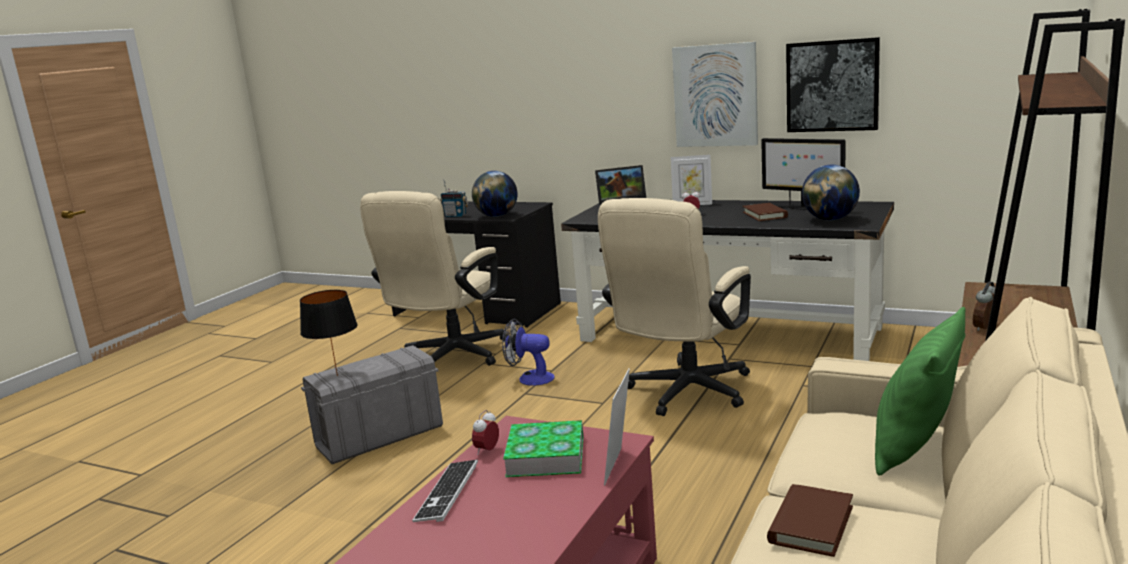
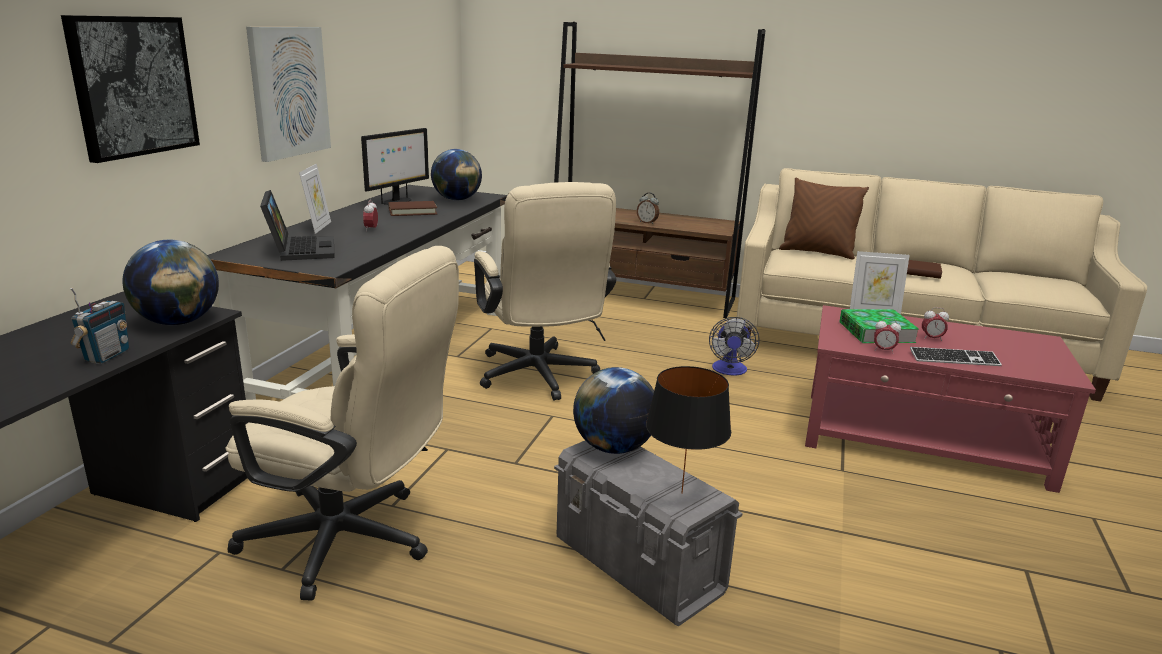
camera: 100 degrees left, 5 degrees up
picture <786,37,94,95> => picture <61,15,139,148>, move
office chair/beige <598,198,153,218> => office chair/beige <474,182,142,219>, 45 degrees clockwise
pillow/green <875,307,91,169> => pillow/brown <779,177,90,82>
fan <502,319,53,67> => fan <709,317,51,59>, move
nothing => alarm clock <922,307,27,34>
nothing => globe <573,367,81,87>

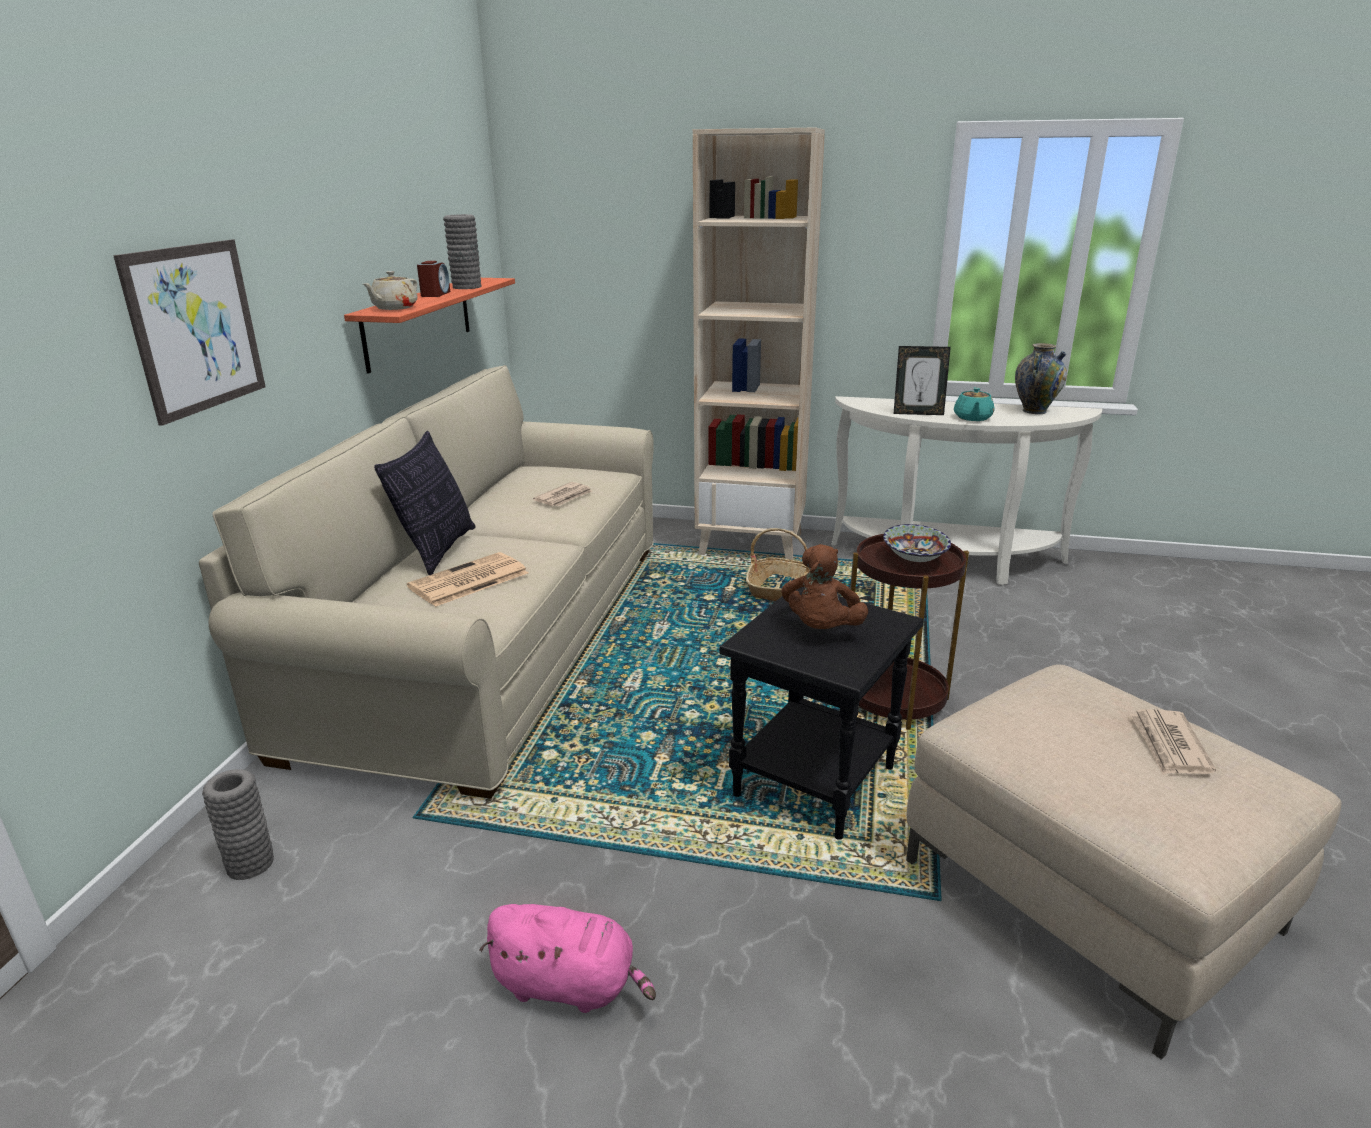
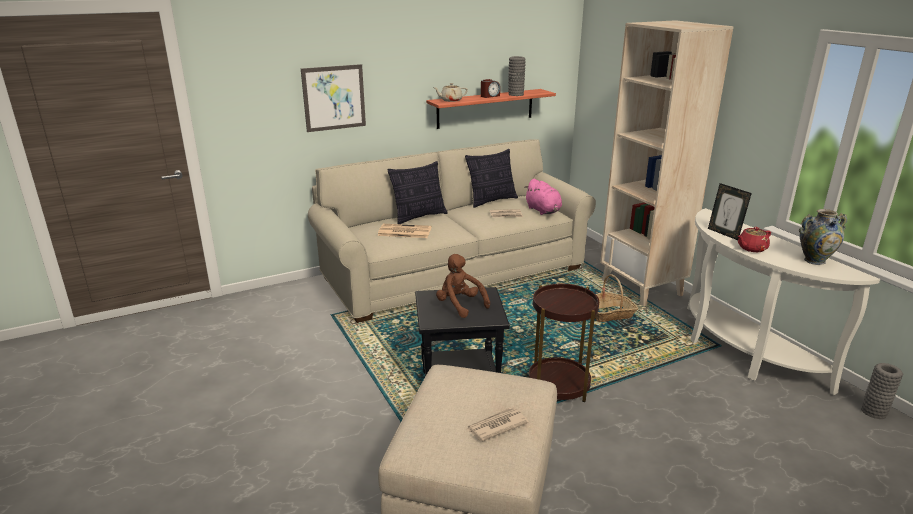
camera: 50 degrees right, 0 degrees up
teapot/turquoise <954,388,40,33> => teapot/red <738,227,33,25>
bowl <883,524,68,38> => nothing
plush toy/brown <781,544,87,85> => plush toy/brown <436,254,54,64>, 75 degrees clockwise
vase/grey <202,769,72,111> => vase/grey <861,363,42,56>, move
plush toy/pink <480,904,176,109> => plush toy/pink <524,178,38,37>, move
nothing => pillow <465,149,53,59>

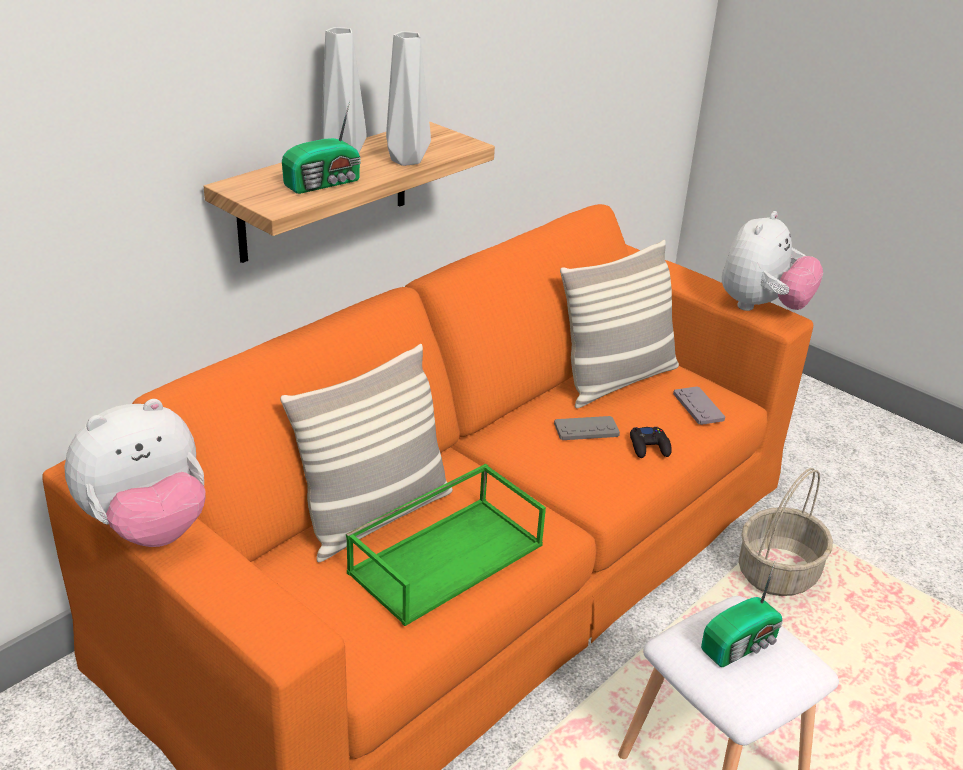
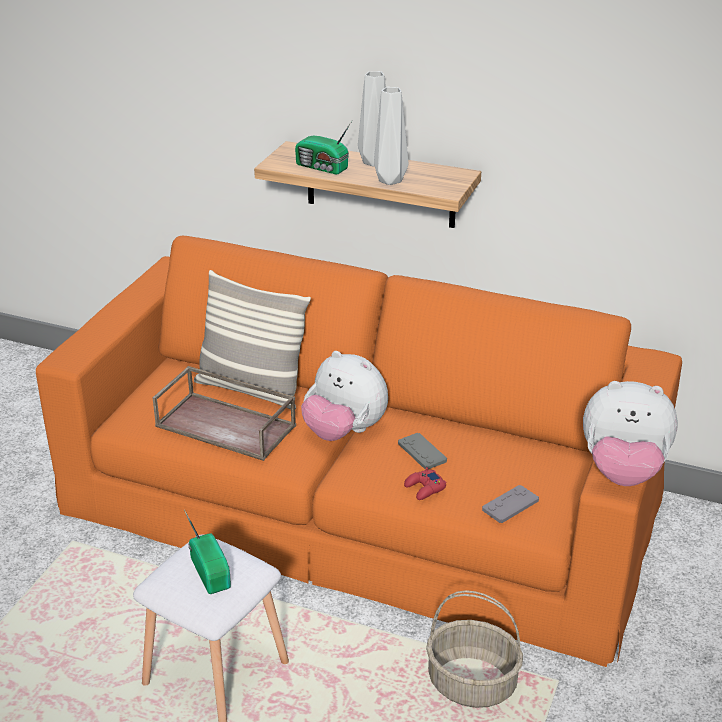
camera: 70 degrees right, 0 degrees up
pillow <560,240,119,168> => nothing
plush toy <64,399,142,148> => plush toy <301,351,87,90>, move
game controller/black <630,427,42,31> => game controller/red <404,467,42,33>
tray/green <346,464,200,162> => tray/brown <153,366,143,95>
radio <701,562,82,105> => radio <184,510,47,84>, 150 degrees counterclockwise

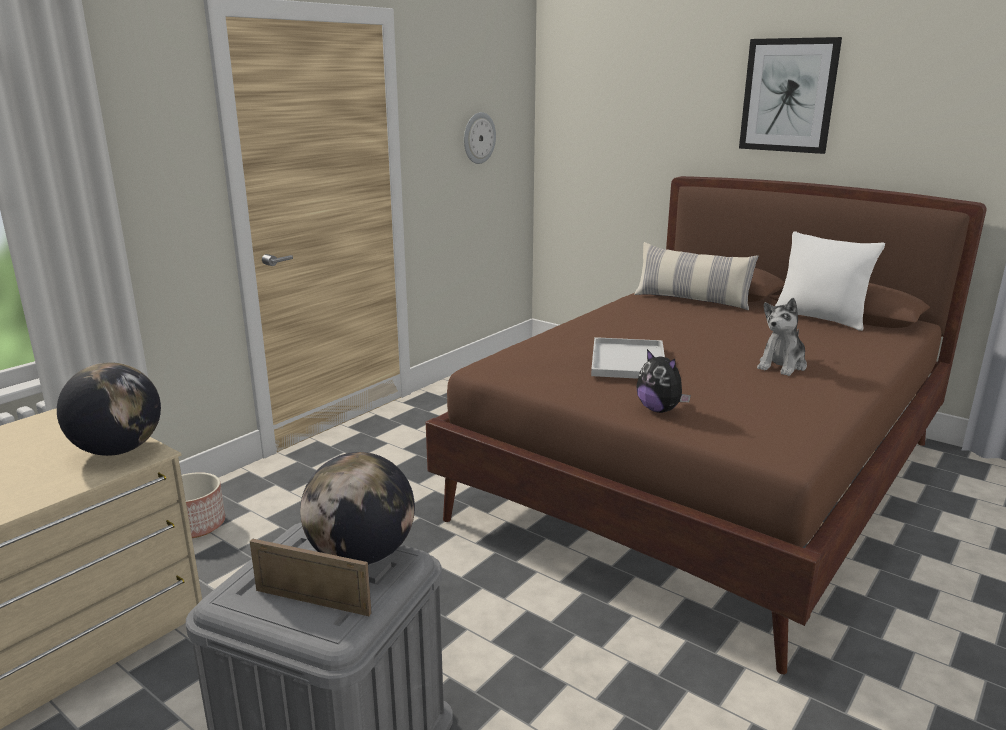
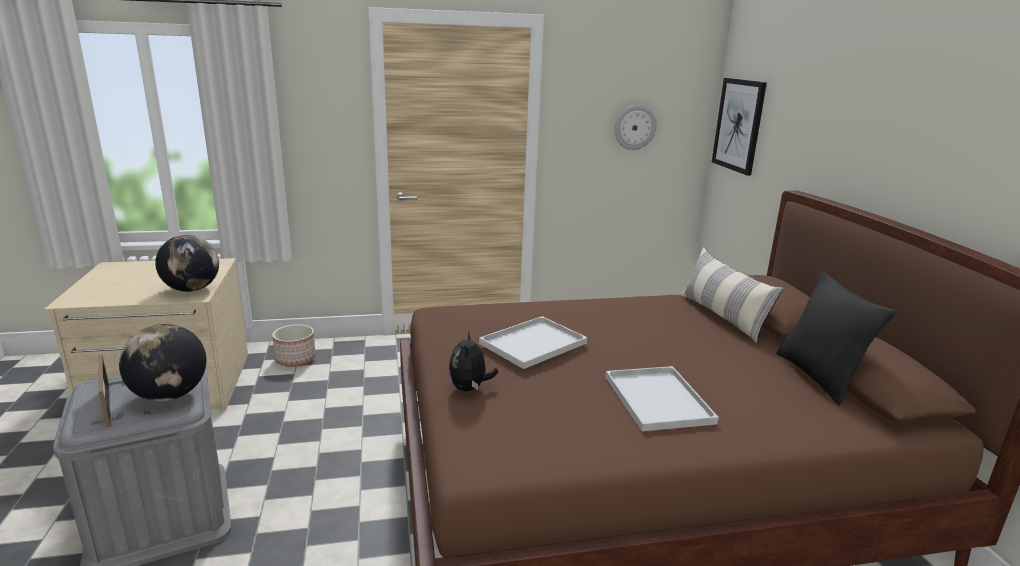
camera: 40 degrees right, 0 degrees up
picture <739,37,103,117> => picture <712,78,55,97>, move
pillow/white <775,231,110,100> => pillow/black <776,271,120,134>
plush toy <757,298,50,78> => tray/white <605,366,114,65>

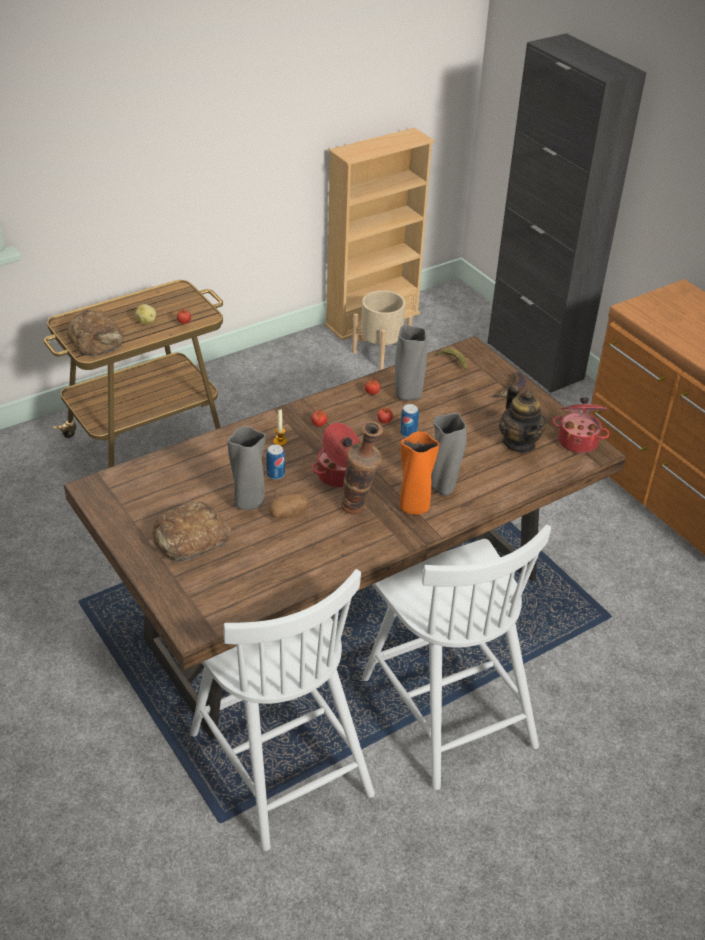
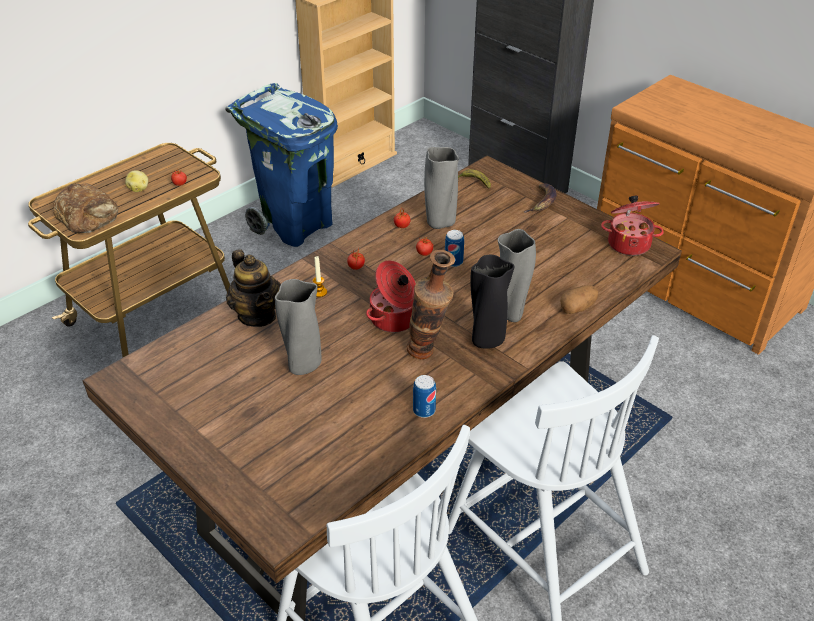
camera: 10 degrees left, 0 degrees up
planter/beige <352,290,61,80> => nothing
teapot <499,384,47,69> => teapot <226,249,55,78>, move
vase/orange <400,431,40,84> => vase/black <470,255,45,94>
can <266,444,19,36> => can <413,375,23,43>, move
potato <269,494,39,24> => potato <560,285,38,29>, move
bread <152,502,79,59> => nothing
nothing => trash can/blue <225,83,113,164>

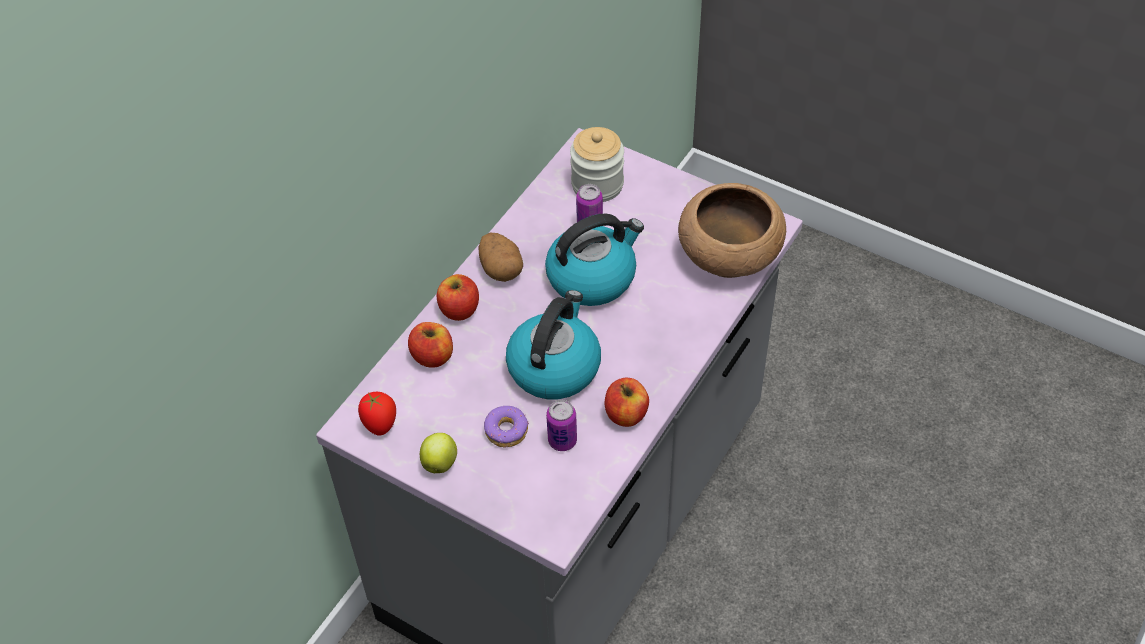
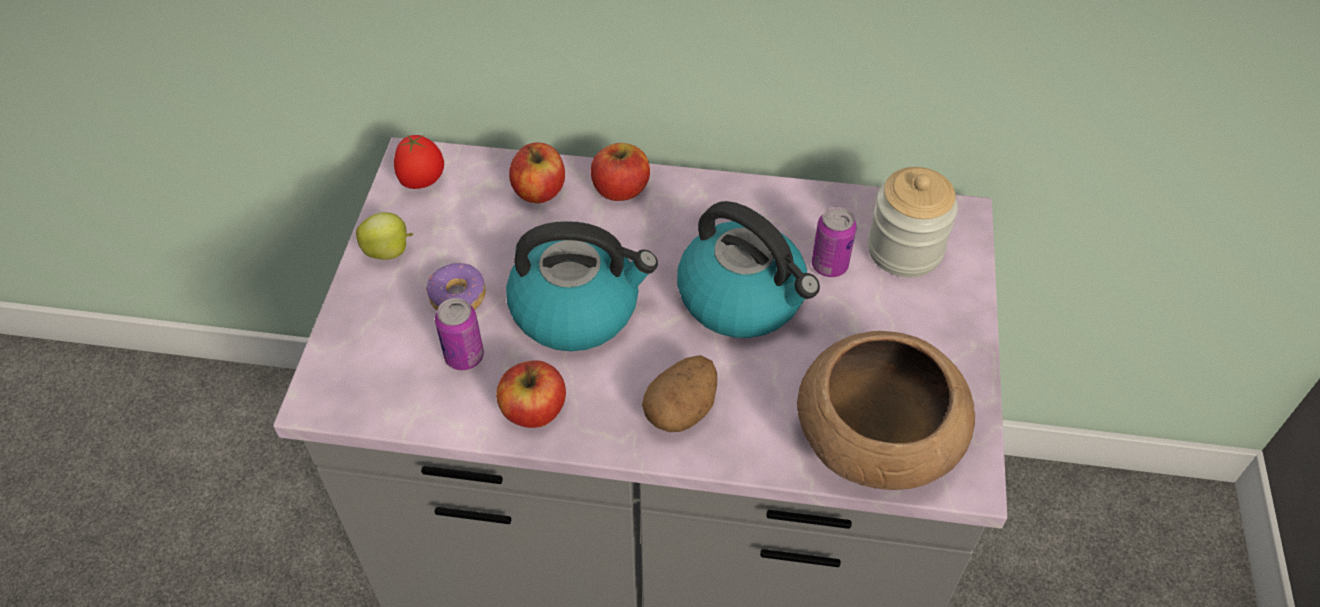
camera: 65 degrees right, 0 degrees up
potato <478,233,45,49> => potato <642,355,75,77>, move

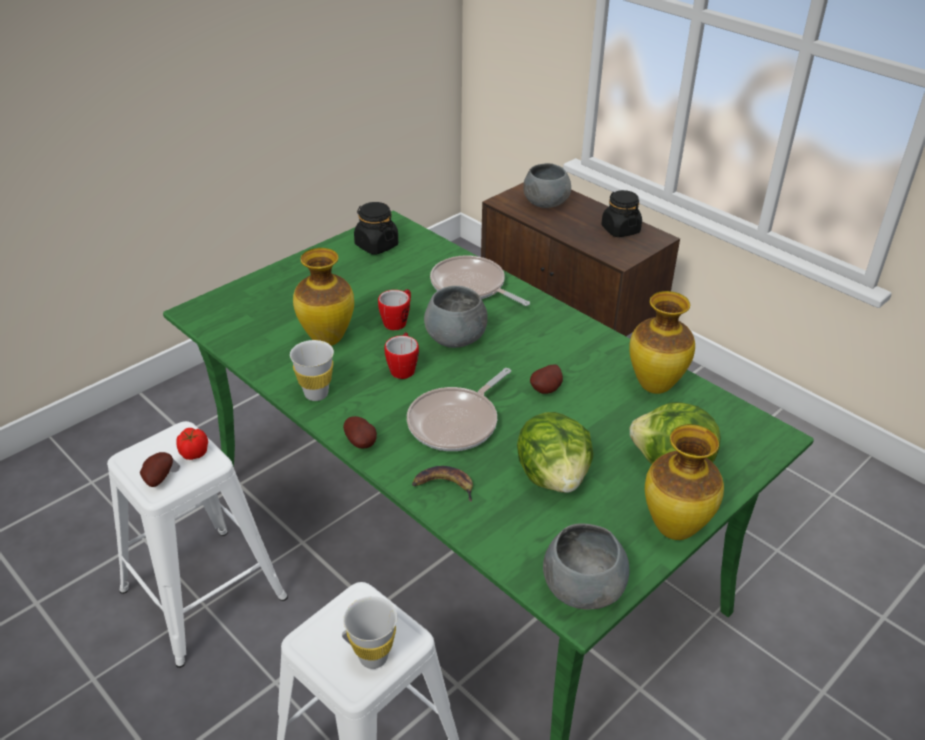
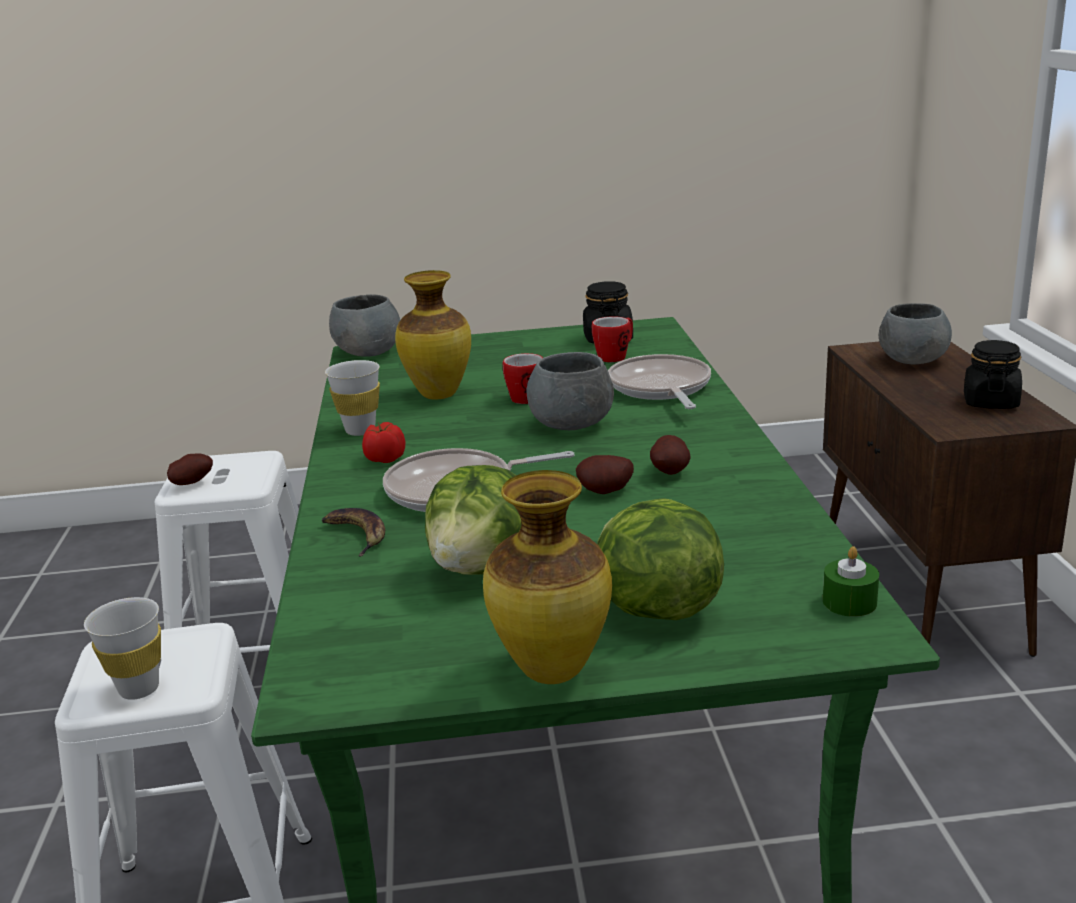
camera: 40 degrees right, 15 degrees down
vase <629,291,66,103> => nothing
mug <385,332,34,47> => mug <592,316,41,46>, move
potato <343,416,34,33> => potato <650,435,41,40>, move
tomato <176,428,32,32> => tomato <362,422,43,41>, move
bowl/grey <543,523,87,87> => bowl/grey <329,294,71,63>, move
nothing => candle/green <823,546,56,71>

